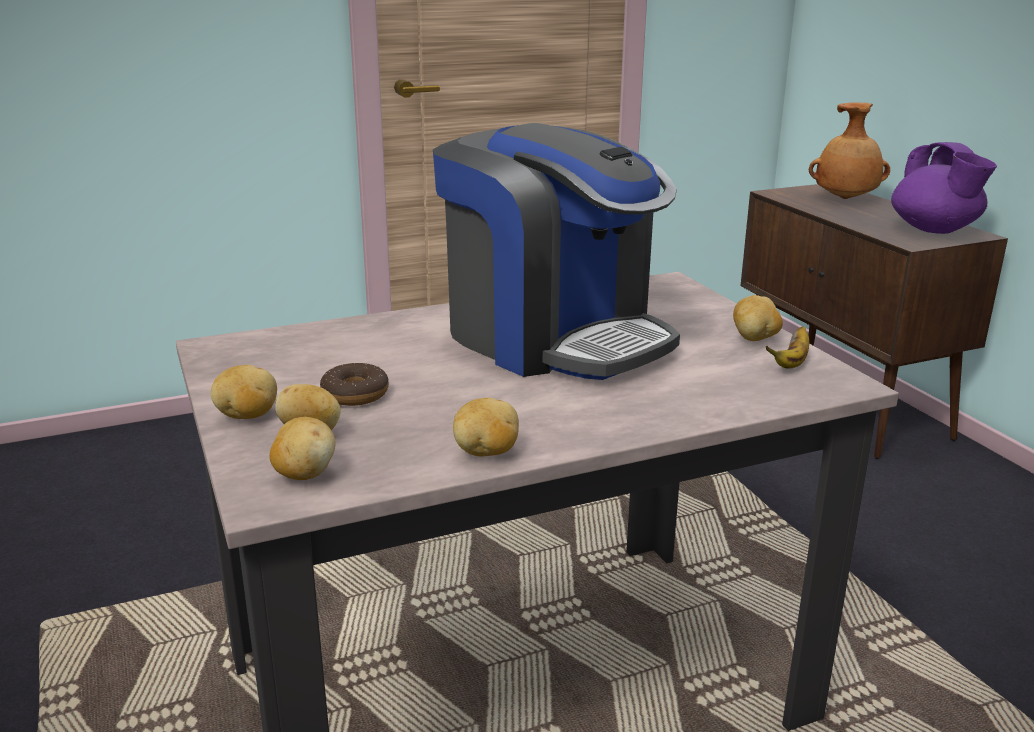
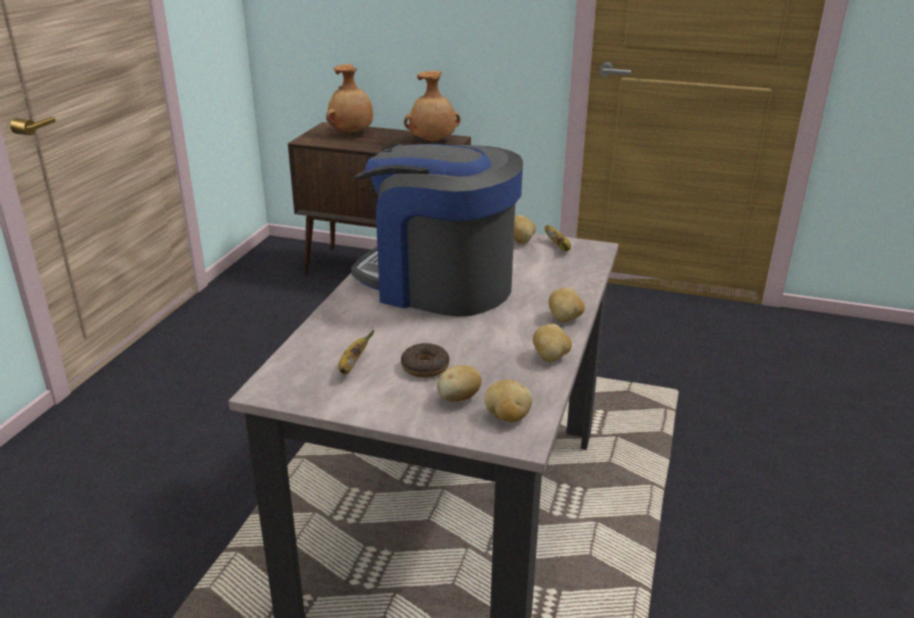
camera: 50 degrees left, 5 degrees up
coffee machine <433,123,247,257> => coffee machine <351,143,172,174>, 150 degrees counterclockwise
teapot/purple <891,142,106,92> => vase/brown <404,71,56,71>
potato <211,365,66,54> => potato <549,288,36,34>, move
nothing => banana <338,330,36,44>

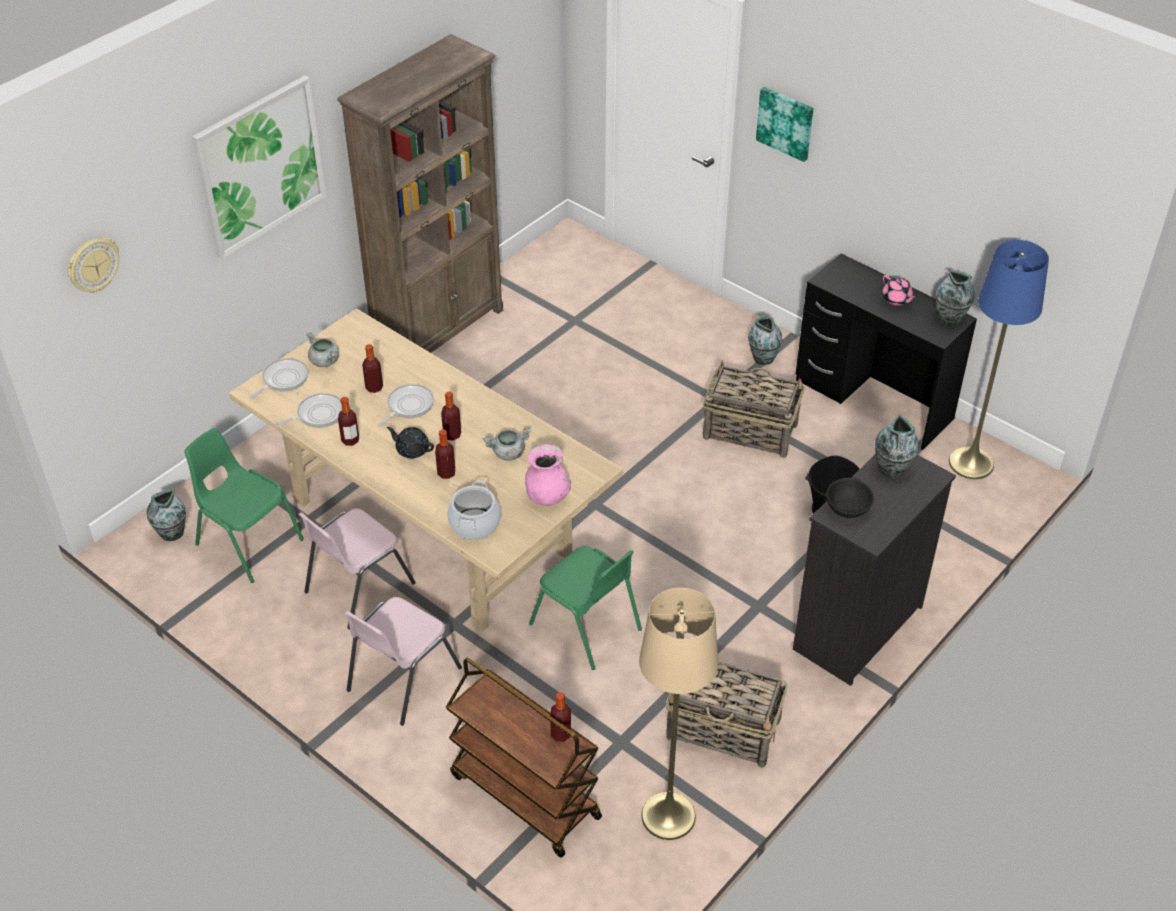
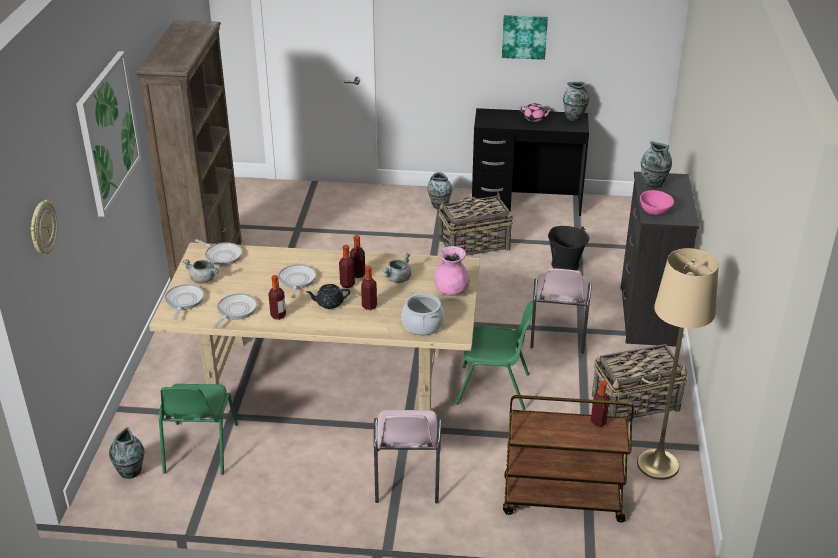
camera: 35 degrees left, 10 degrees down
picture <756,87,57,75> => picture <502,15,46,45>, move
floor lamp/blue <949,240,100,239> => nothing
bottle <362,344,21,49> => bottle <350,235,15,43>, move
chair/green <184,428,120,155> => chair/green <159,384,79,91>, 90 degrees counterclockwise
bowl/black <826,478,48,40> => bowl/pink <640,190,34,25>
chair/pink <298,508,118,121> => chair/pink <530,268,62,85>, move
nothing => frying pan <195,239,47,27>

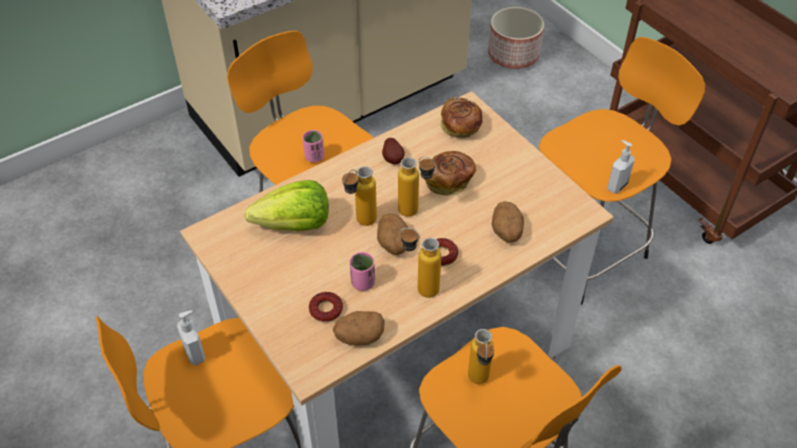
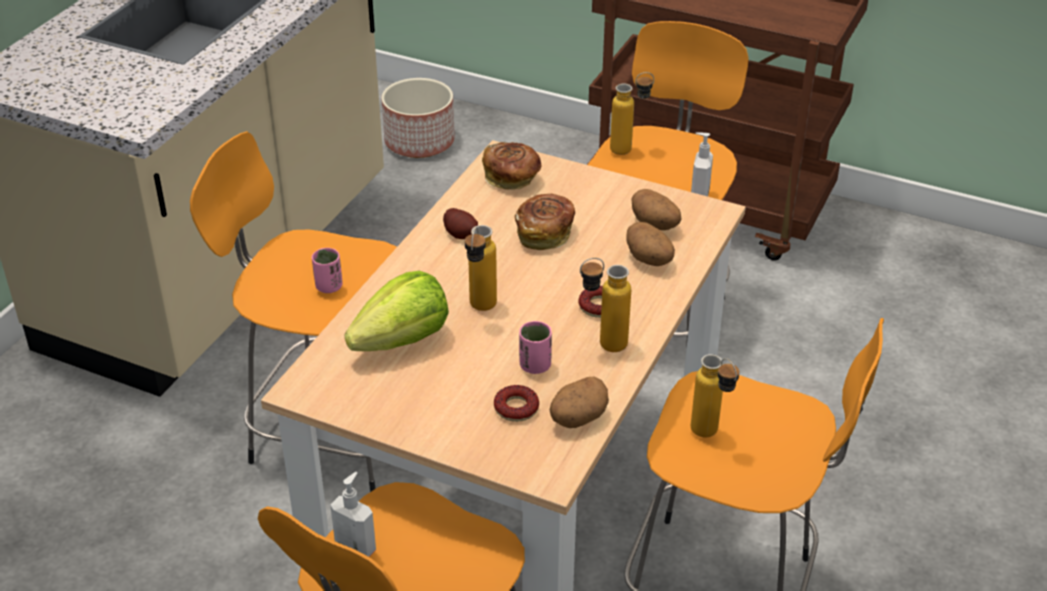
camera: 30 degrees left, 10 degrees down
bottle <398,157,38,60> => bottle <610,72,44,83>, move
potato <377,213,31,42> => potato <632,189,50,41>, move

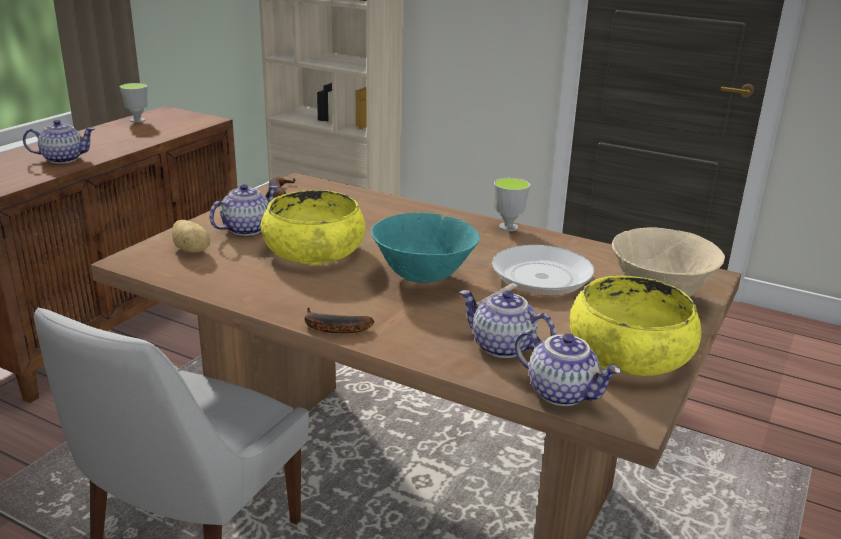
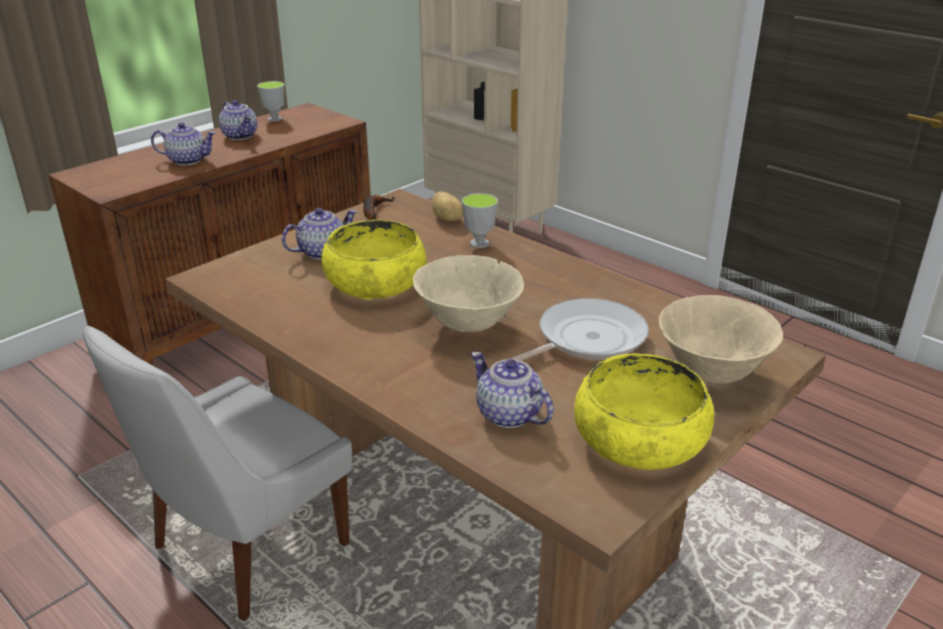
camera: 15 degrees right, 5 degrees up
cup <494,178,36,53> => cup <462,193,36,55>, move
bowl/turquoise <371,213,109,70> => bowl/beige <413,255,111,77>
potato <172,220,38,33> => potato <432,192,31,29>, move
banana <305,307,69,26> => nothing
teapot <515,330,106,76> => teapot <219,100,38,40>, move

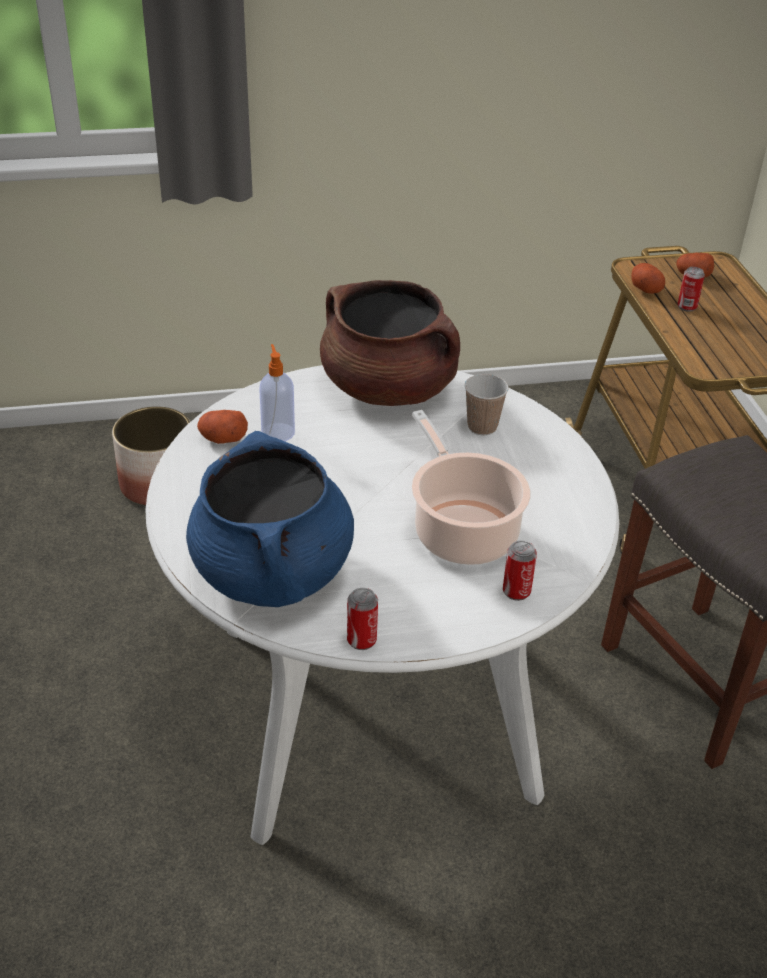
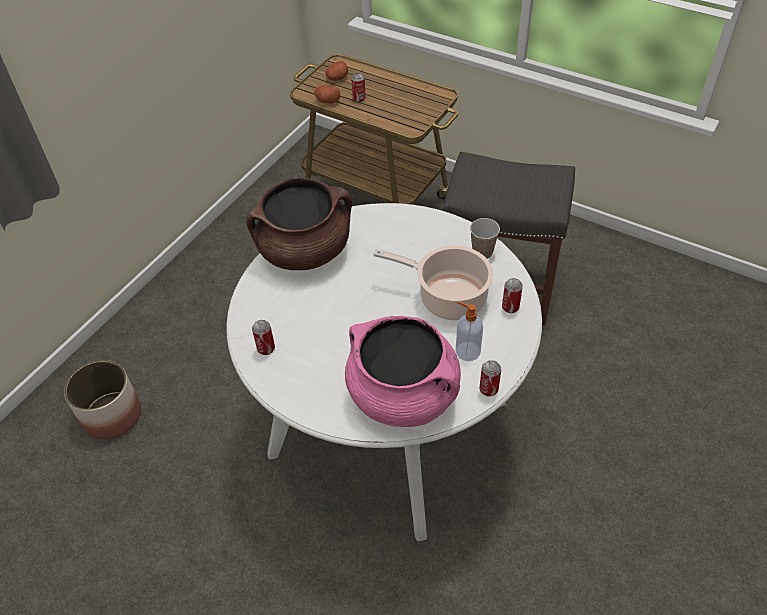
camera: 45 degrees left, 10 degrees up
soap dispenser <259,344,36,97> => soap dispenser <456,302,27,59>, move
cup <465,374,44,61> => cup <470,218,30,41>, move
potato <197,410,51,34> => can <252,320,23,35>
cooking pot/blue <186,431,168,176> => cooking pot/pink <345,316,116,111>

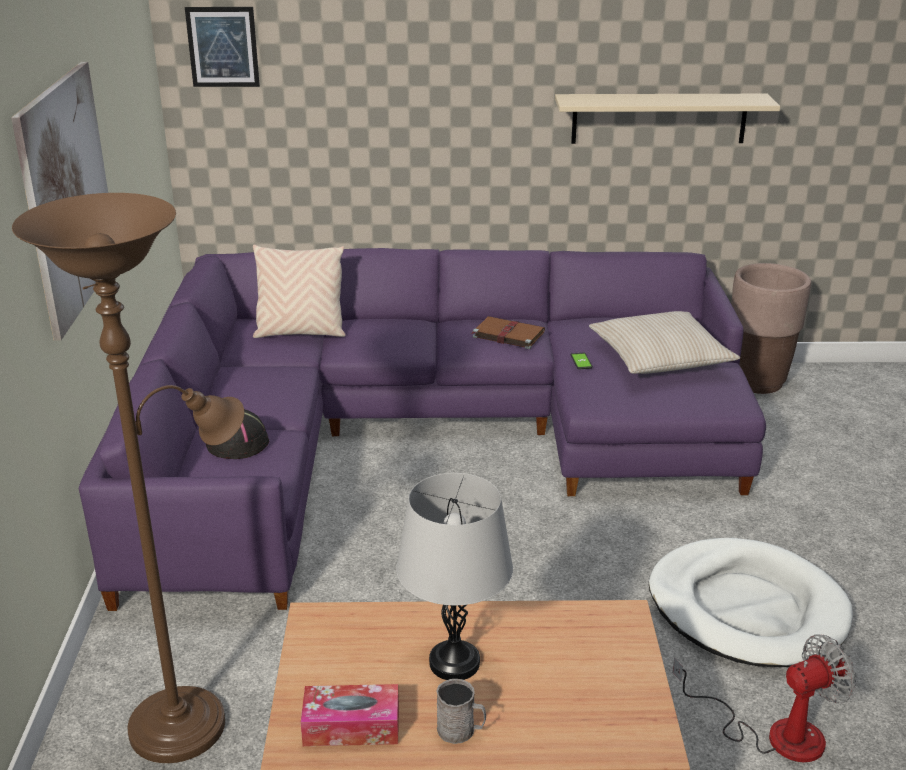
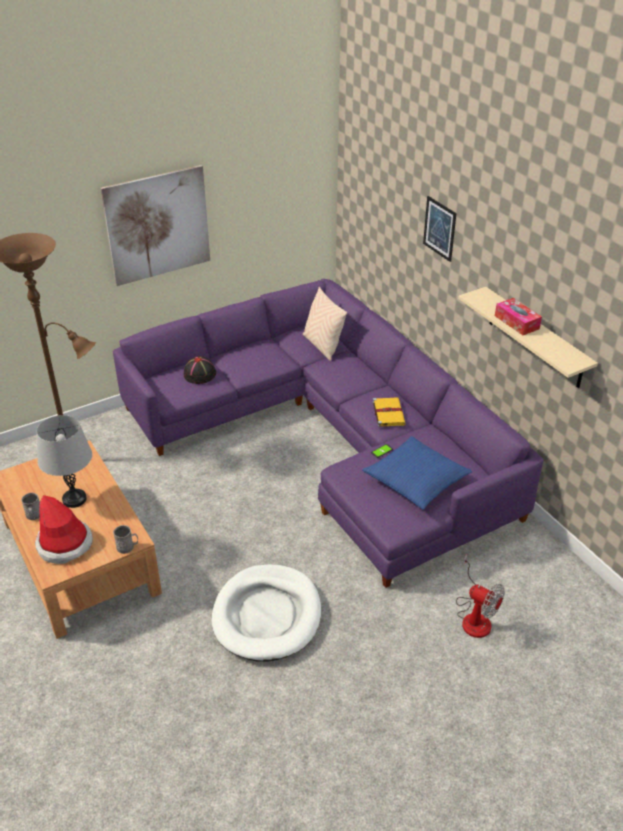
camera: 60 degrees right, 10 degrees up
picture <185,7,75,80> => picture <423,196,33,66>, move
planter/brown <731,263,80,131> => nothing
pillow/beige <589,311,151,63> => pillow/blue <362,436,110,74>
book/brown <471,316,74,33> => book/yellow <373,397,33,30>
fan <673,634,183,128> => fan <456,555,49,83>, move
tissue box <301,684,98,62> => tissue box <495,298,47,37>, move
nothing => hat <35,495,58,69>
nothing => mug/grey <113,525,25,29>

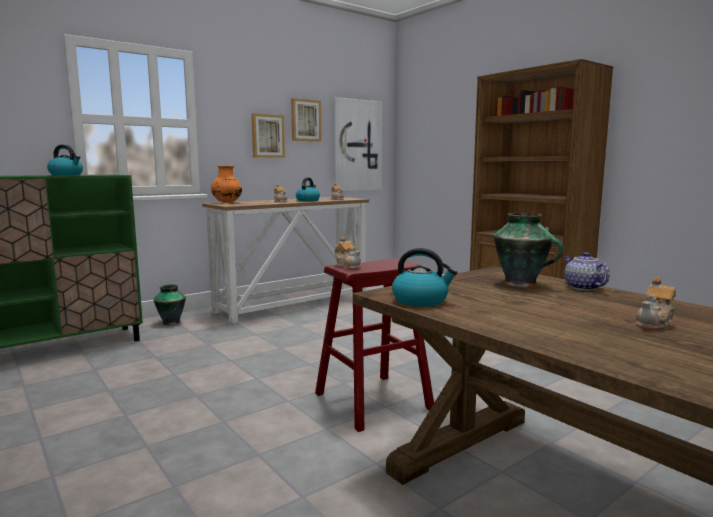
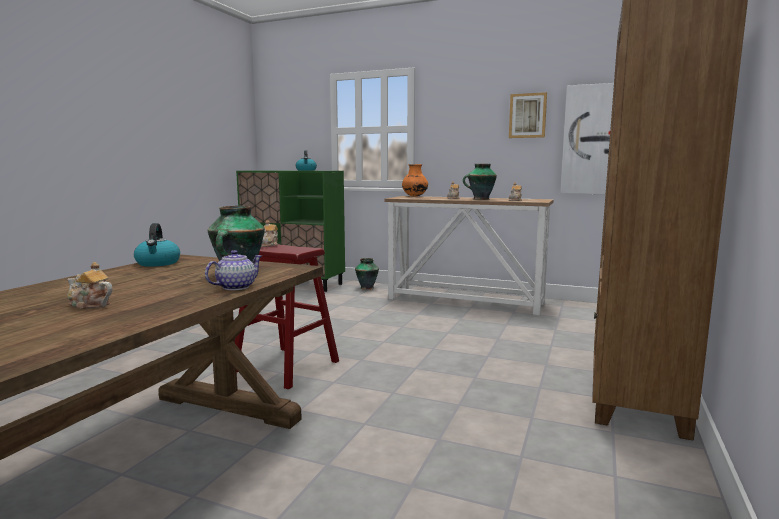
camera: 60 degrees right, 0 degrees up
picture <252,114,33,44> => nothing
kettle <296,177,24,24> => vase <463,164,34,36>

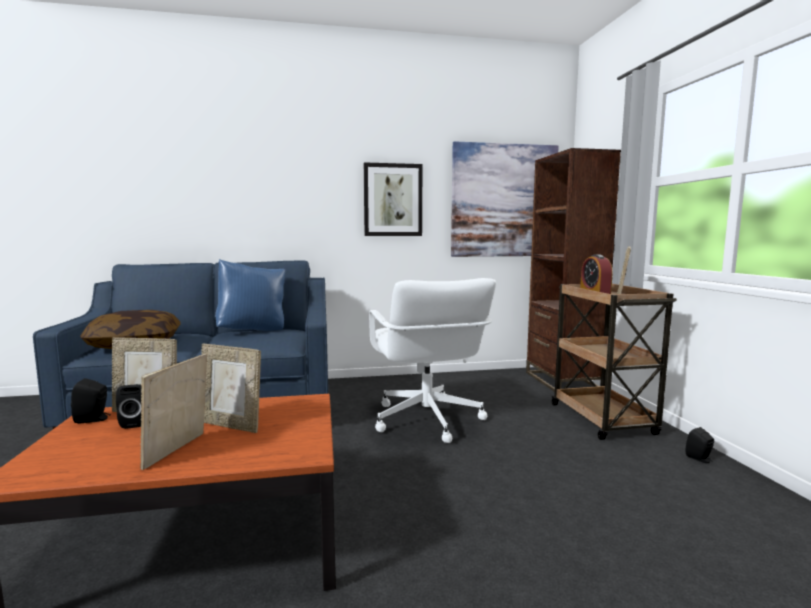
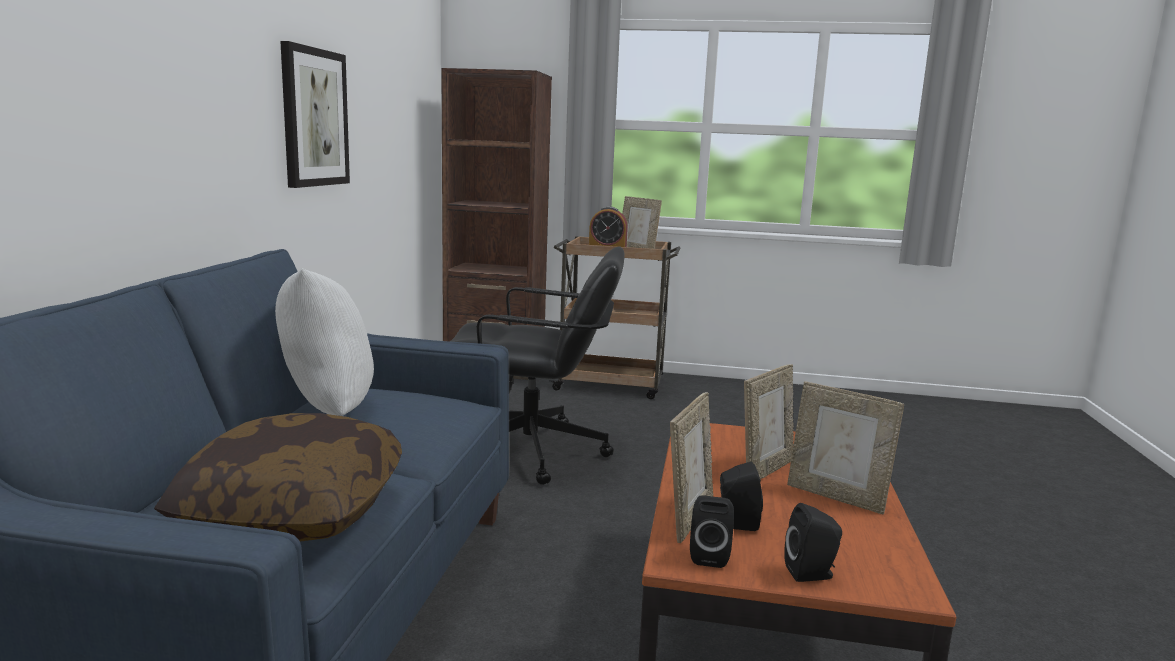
camera: 70 degrees left, 5 degrees up
picture <451,141,108,116> => nothing
pillow/blue <215,259,70,72> => pillow/white <275,268,99,148>
office chair/white <369,278,127,165> => office chair/black <450,247,174,238>
speaker/black <686,427,28,36> => speaker/black <784,503,58,79>, move

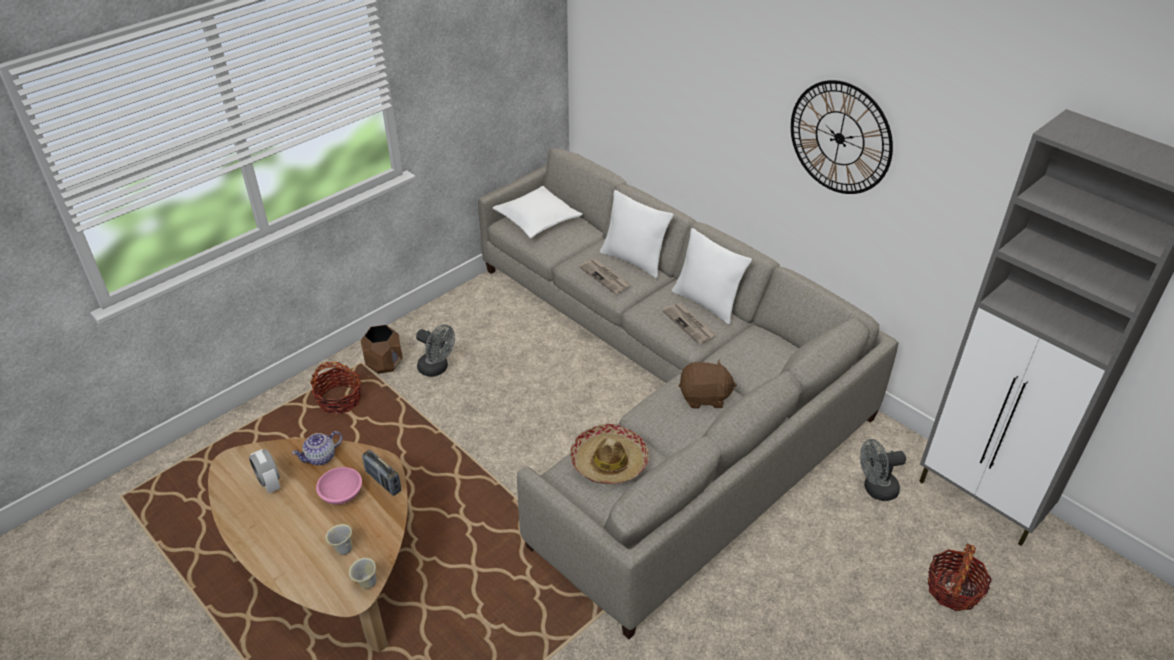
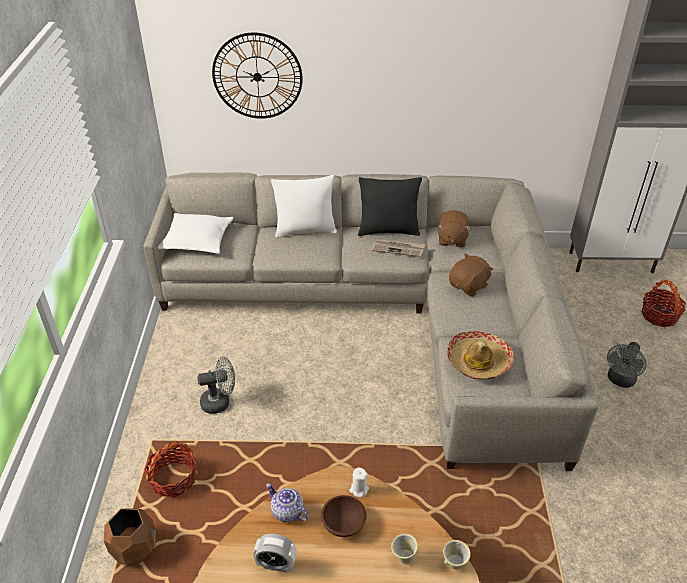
camera: 45 degrees left, 0 degrees up
wall clock <791,80,102,114> => wall clock <212,33,91,86>, move
pillow/white <672,228,80,97> => pillow/black <358,177,64,59>
newspaper <579,259,51,35> => nothing
planter/brown <361,325,42,49> => planter/brown <104,509,52,55>, move
teapot <292,431,50,34> => teapot <266,484,43,38>, 120 degrees clockwise
fan/grey <860,439,46,62> => fan/grey <607,342,40,46>, move
radio <362,450,39,46> => candle/white <349,467,20,30>
bowl/pink <316,467,46,38> => bowl/brown <321,495,45,42>
nothing => plush toy/brown <437,210,34,37>

